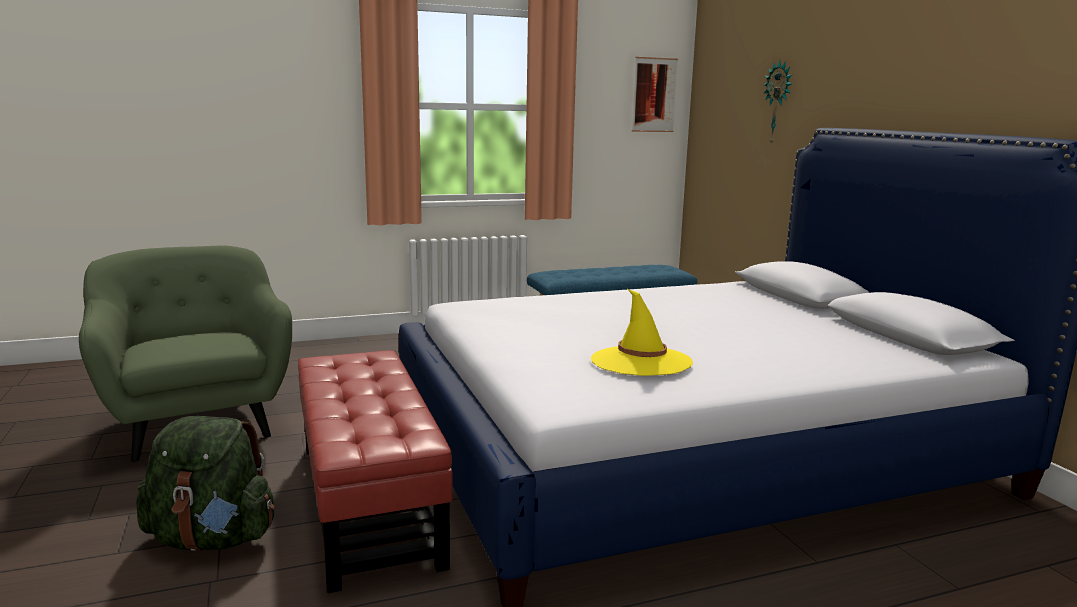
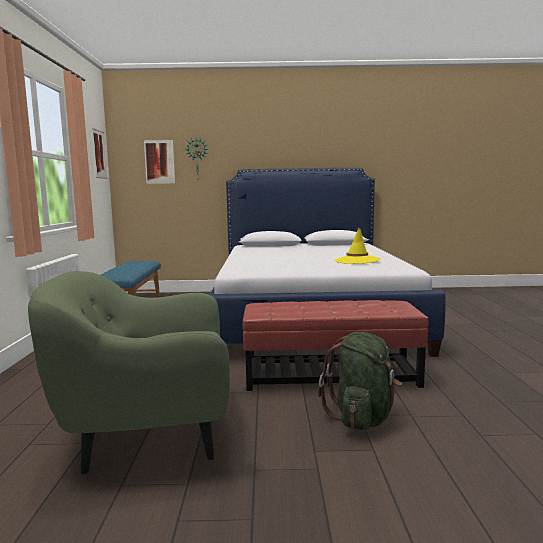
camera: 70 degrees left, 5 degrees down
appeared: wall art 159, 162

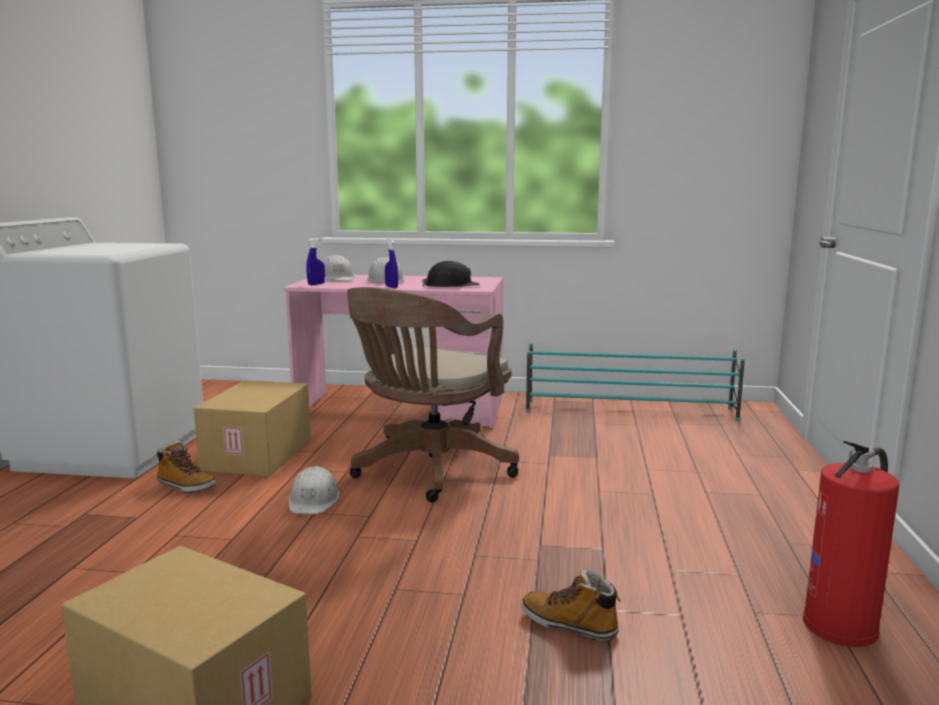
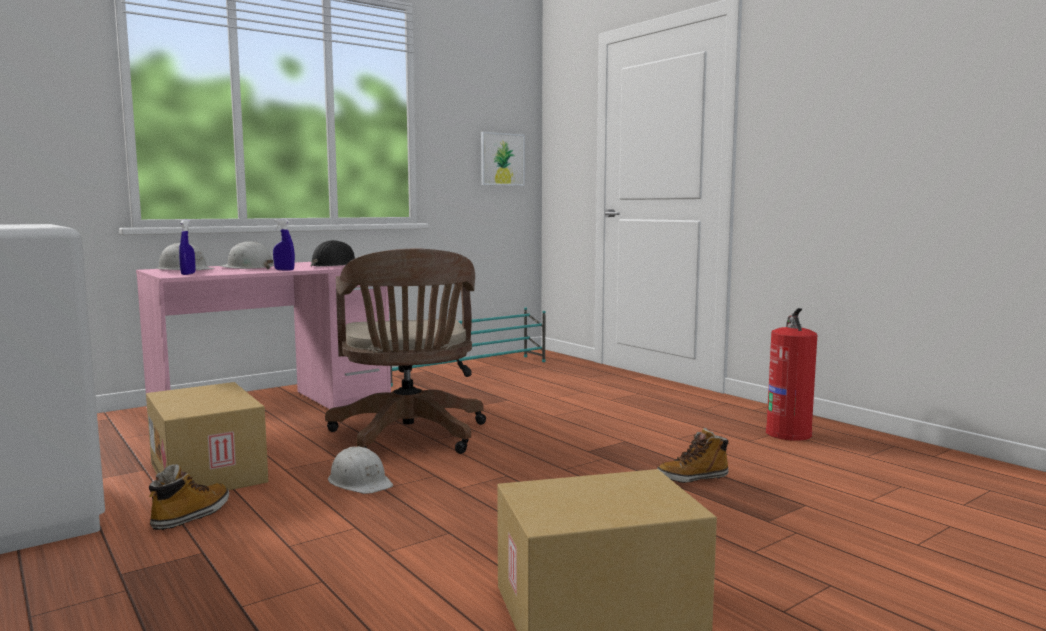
camera: 45 degrees left, 5 degrees down
appeared: wall art 503, 159
spun: tall boot 186, 467 = 189, 497 45 degrees counterclockwise

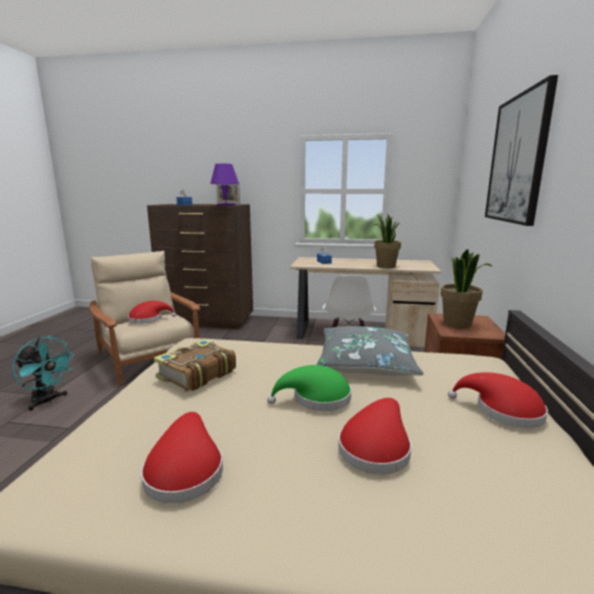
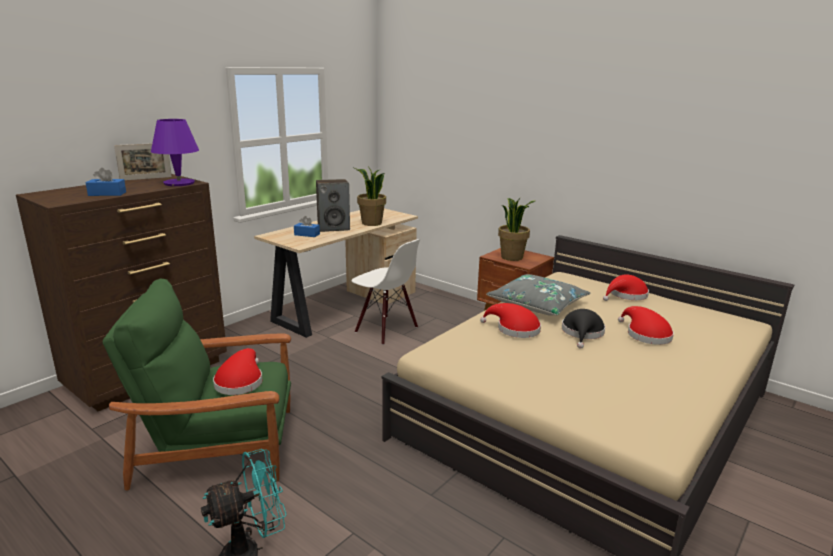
camera: 60 degrees left, 5 degrees up
missing: book 195, 365; wall art 521, 150
appeared: speaker 333, 205
relocated: clothing hat (reddish) 182, 457 to 510, 320
colour: lounge chair (sand-coloured) 144, 318 to lounge chair (green-coloured) 197, 384; clothing hat (green-coloured) 309, 388 to clothing hat (black) 583, 329

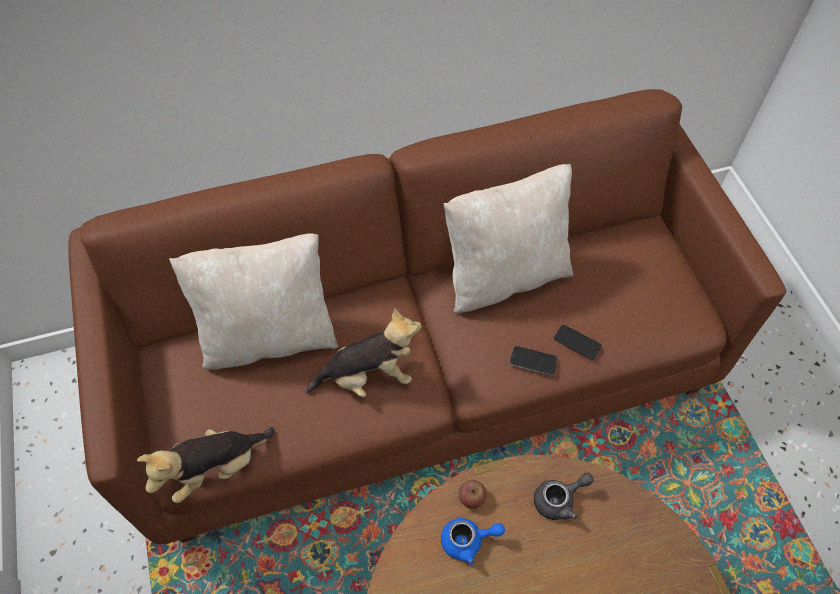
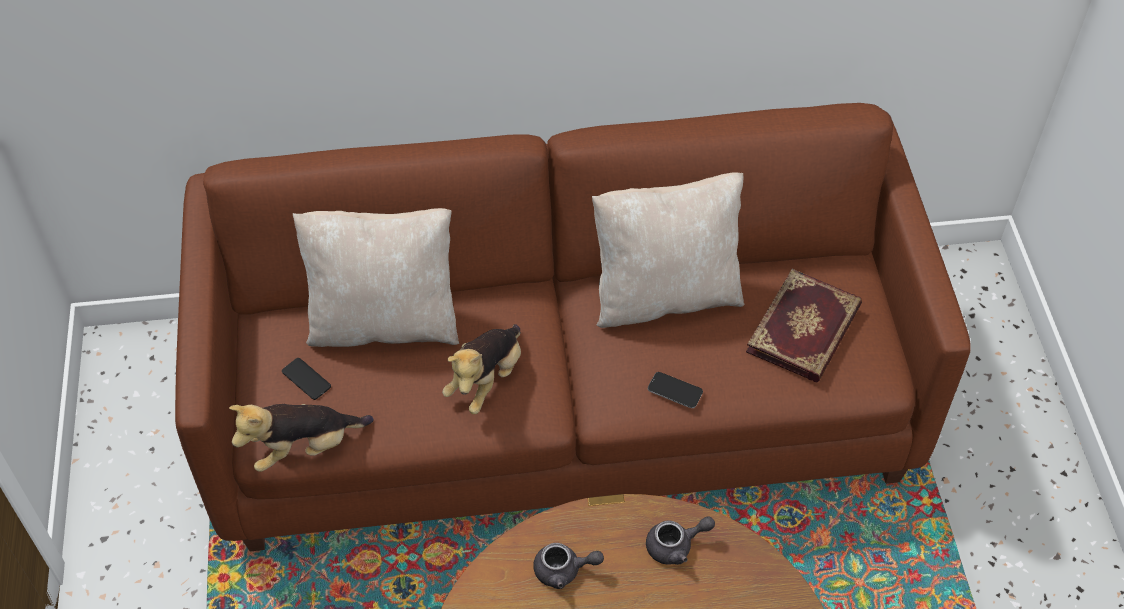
camera: 10 degrees right, 5 degrees down
missing: apple 473, 494
appeared: book 804, 325
relocated: telephone 577, 342 to 306, 379
colour: tea pot (bluish) 473, 541 to tea pot (gray) 568, 566
spun: plush toy 364, 352 = 481, 369 120 degrees clockwise

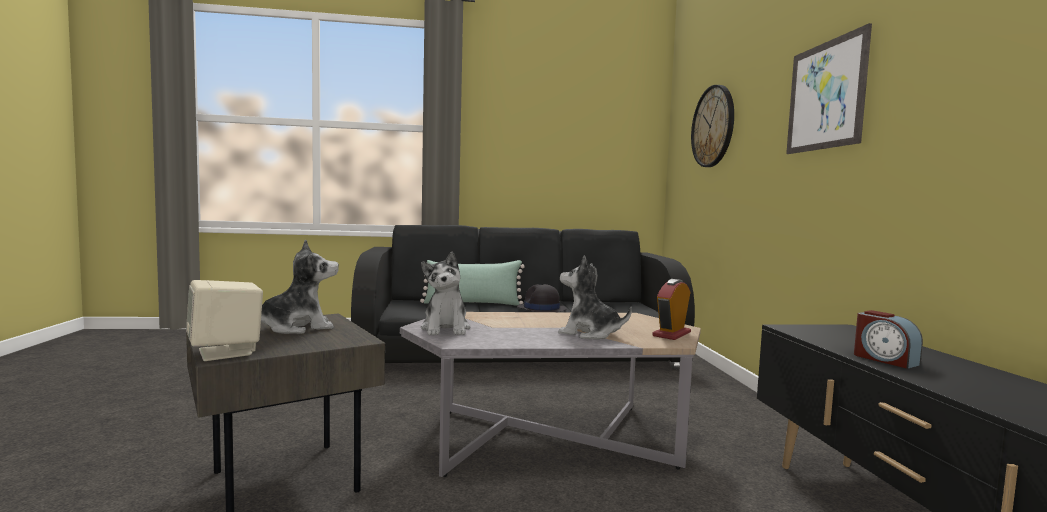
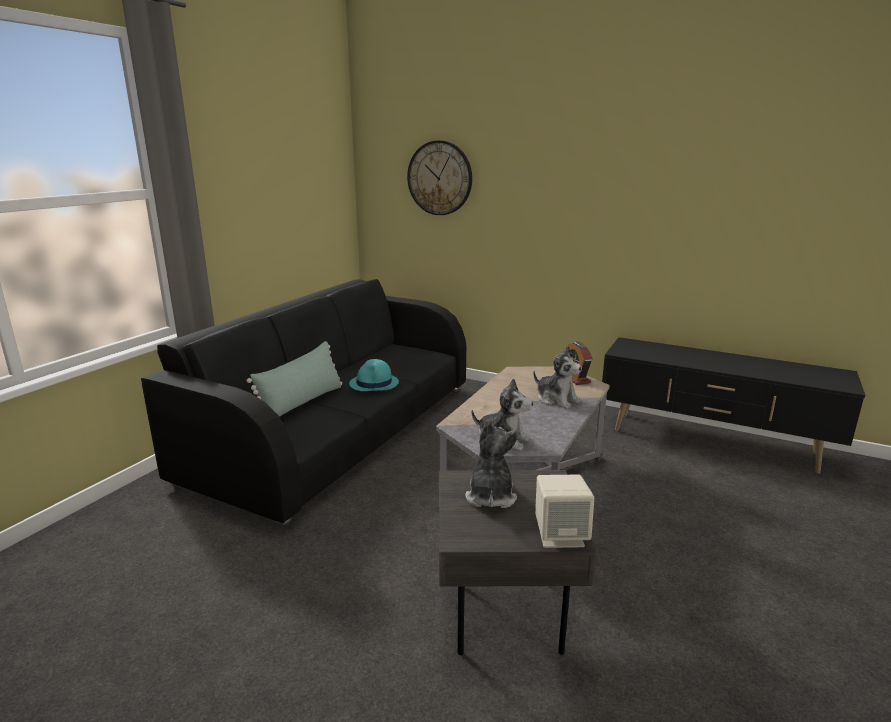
camera: 55 degrees left, 15 degrees up
missing: wall art 829, 88; bedside clock 888, 339
colour: clothing hat (black) 542, 298 to clothing hat (turquoise) 374, 375
spun: plush toy 595, 297 = 557, 377 105 degrees counterclockwise

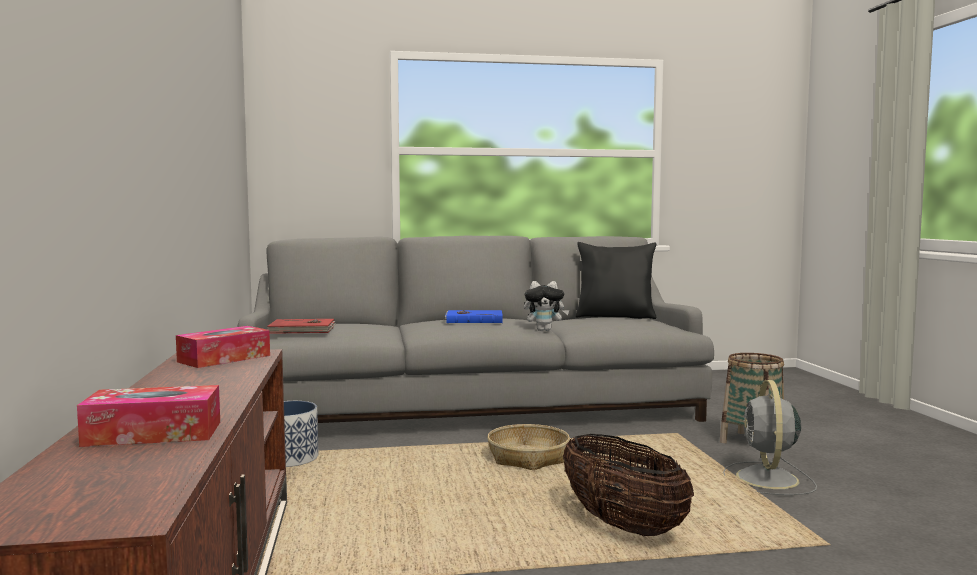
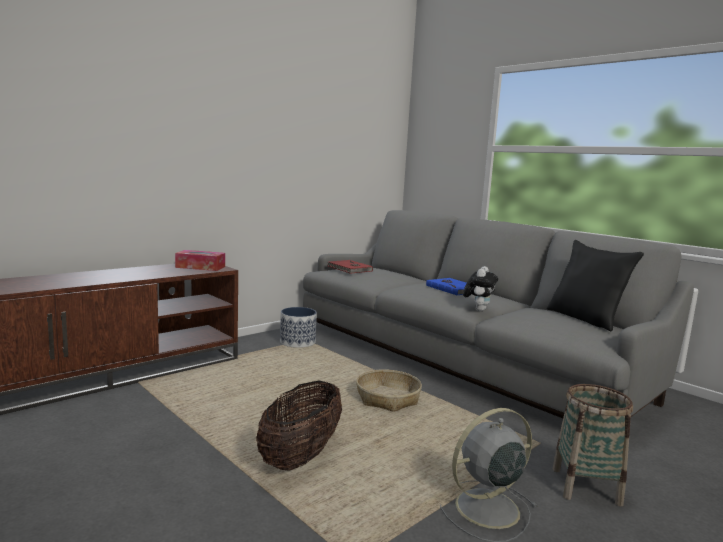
camera: 55 degrees right, 5 degrees up
missing: box of tissues 148, 416
spun: plush toy 547, 306 = 480, 288 120 degrees counterclockwise

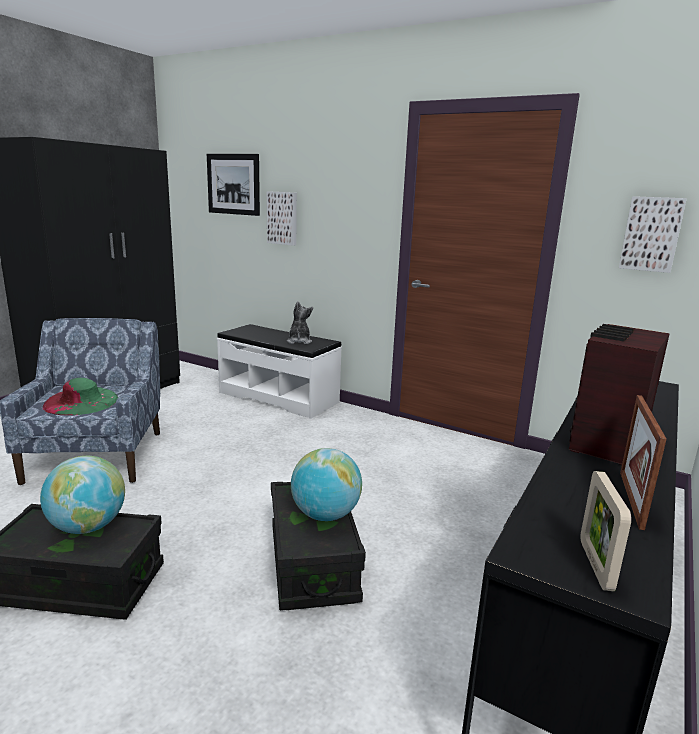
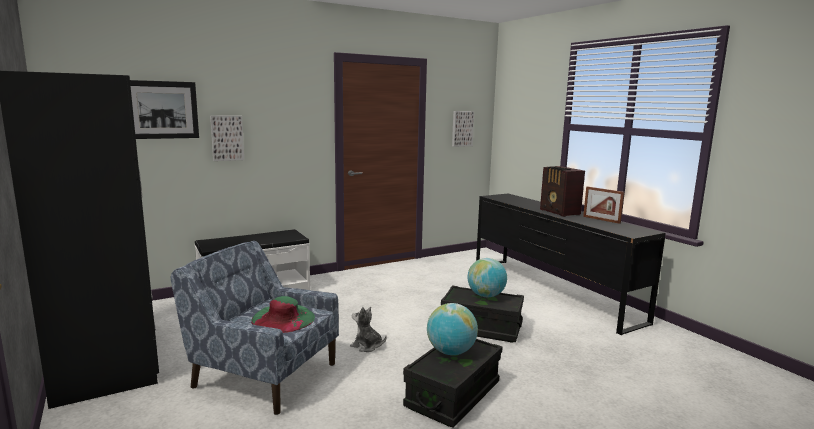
camera: 60 degrees left, 5 degrees down
missing: picture frame 606, 531
relocated: plush toy 300, 322 to 368, 329

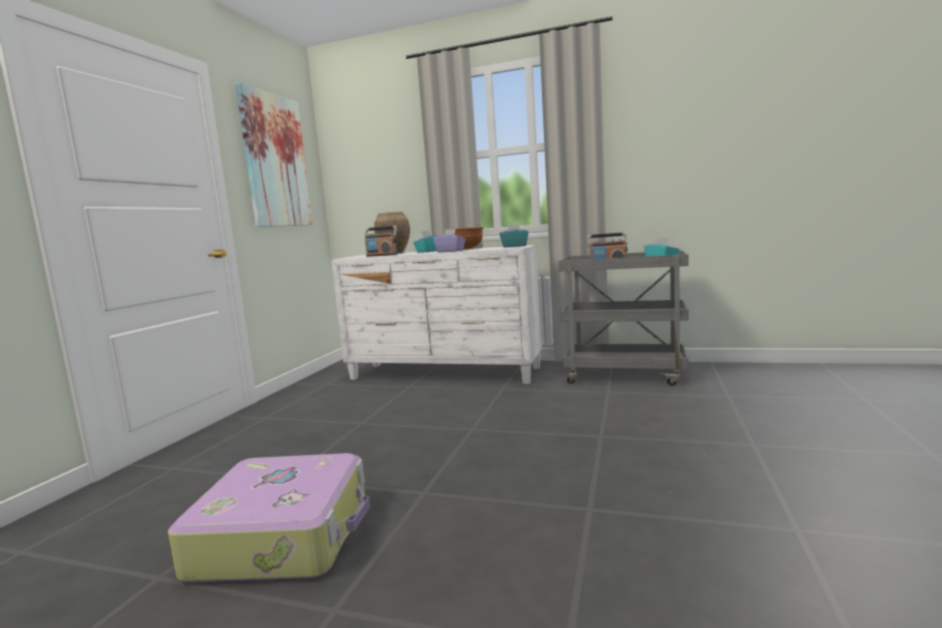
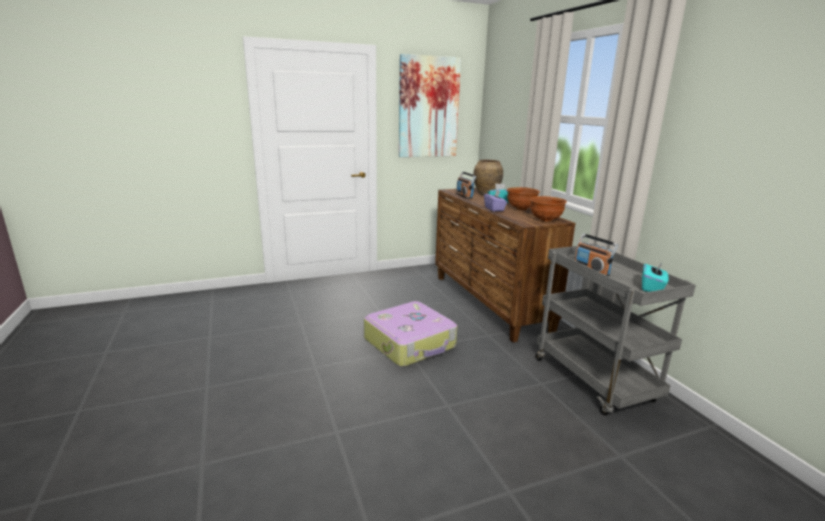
camera: 50 degrees right, 10 degrees up
relocated: piece of luggage 269, 517 to 410, 334
exchanged: box of tissues (turquoise) 513, 235 to bowl (brown-coloured) 548, 209
colour: drawer chest (whitish) 436, 314 to drawer chest (brown-coloured) 505, 265

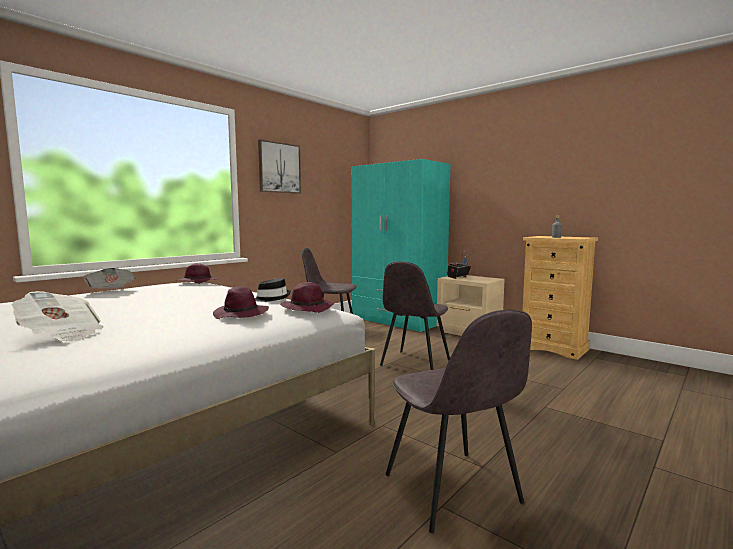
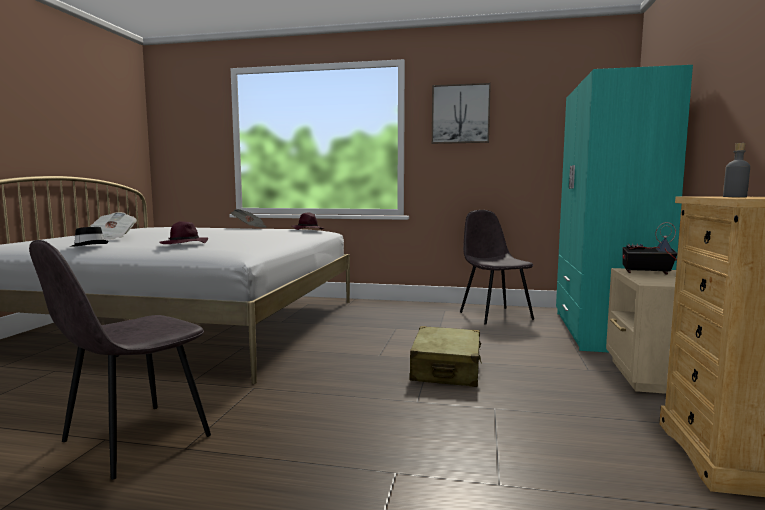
camera: 60 degrees right, 0 degrees up
missing: clothing hat (purplish) 307, 297
relocated: clothing hat (black) 273, 290 to 89, 237
exchanged: plain chair (gray) 415, 316 to piece of luggage (sand-coloured) 445, 356

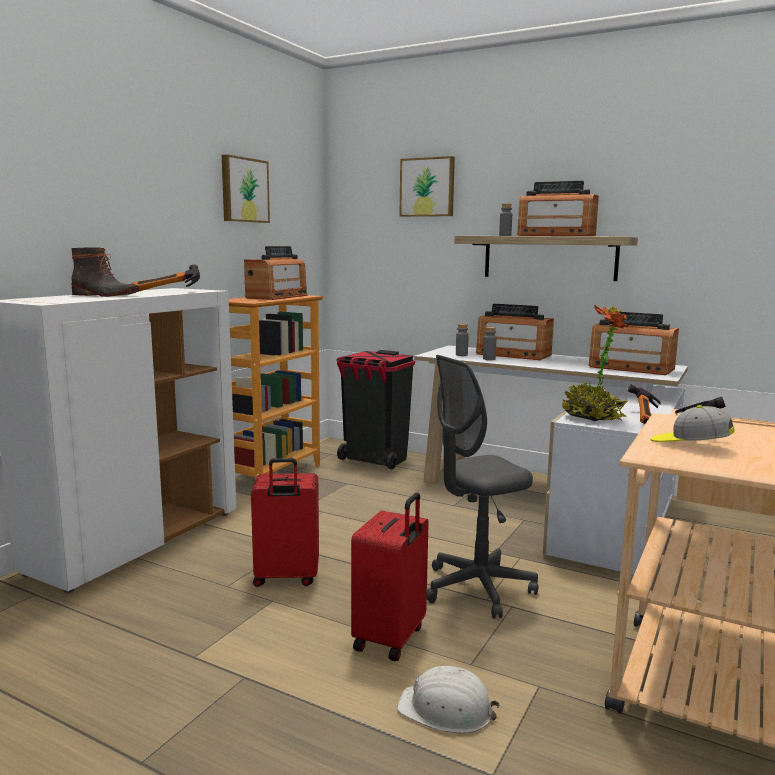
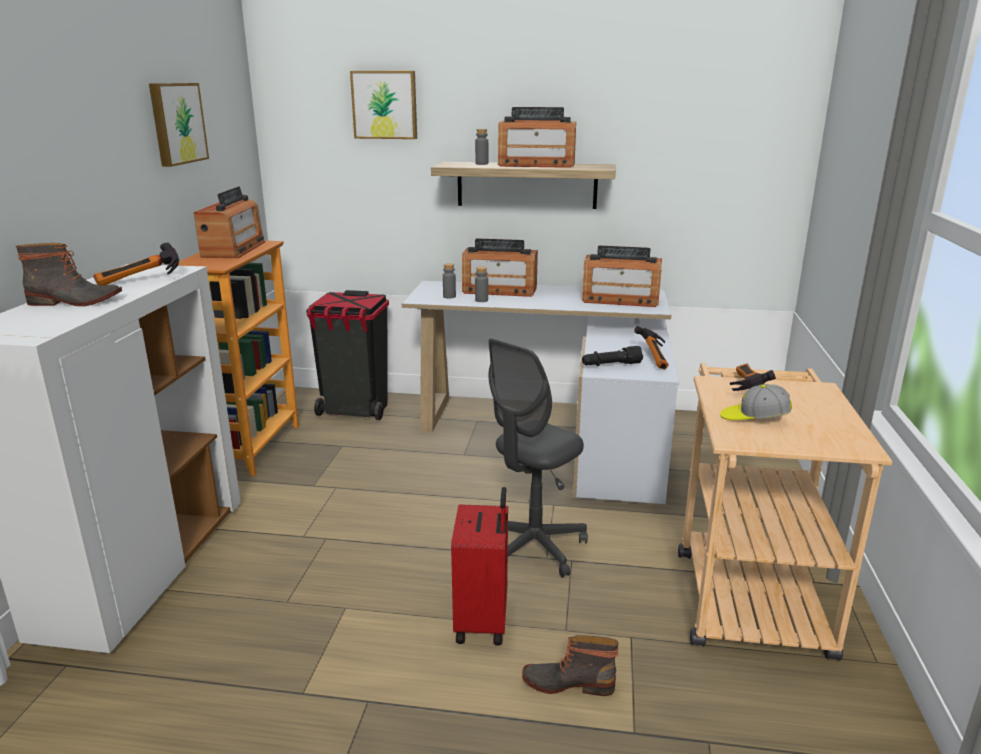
camera: 20 degrees left, 10 degrees up
missing: piece of luggage (reddish) 285, 522
exchanged: work helmet (whitish) 448, 699 to tall boot 570, 665; houseplant 595, 363 to hand torch (black) 612, 356

